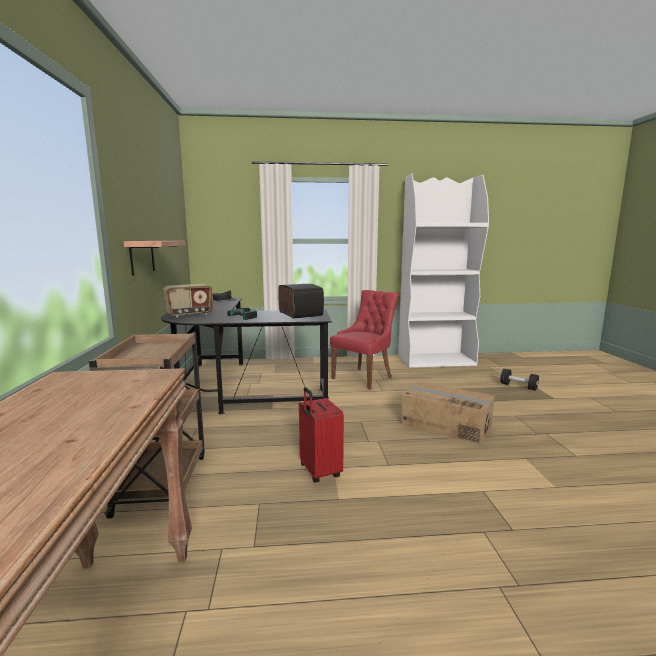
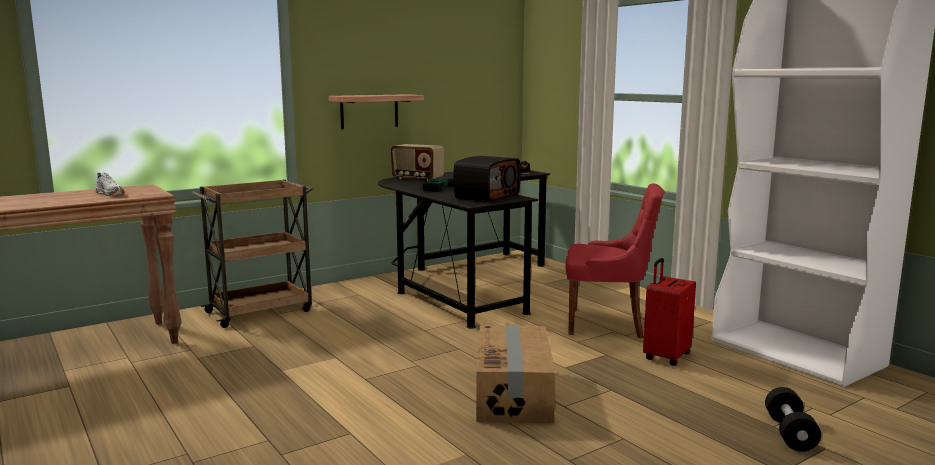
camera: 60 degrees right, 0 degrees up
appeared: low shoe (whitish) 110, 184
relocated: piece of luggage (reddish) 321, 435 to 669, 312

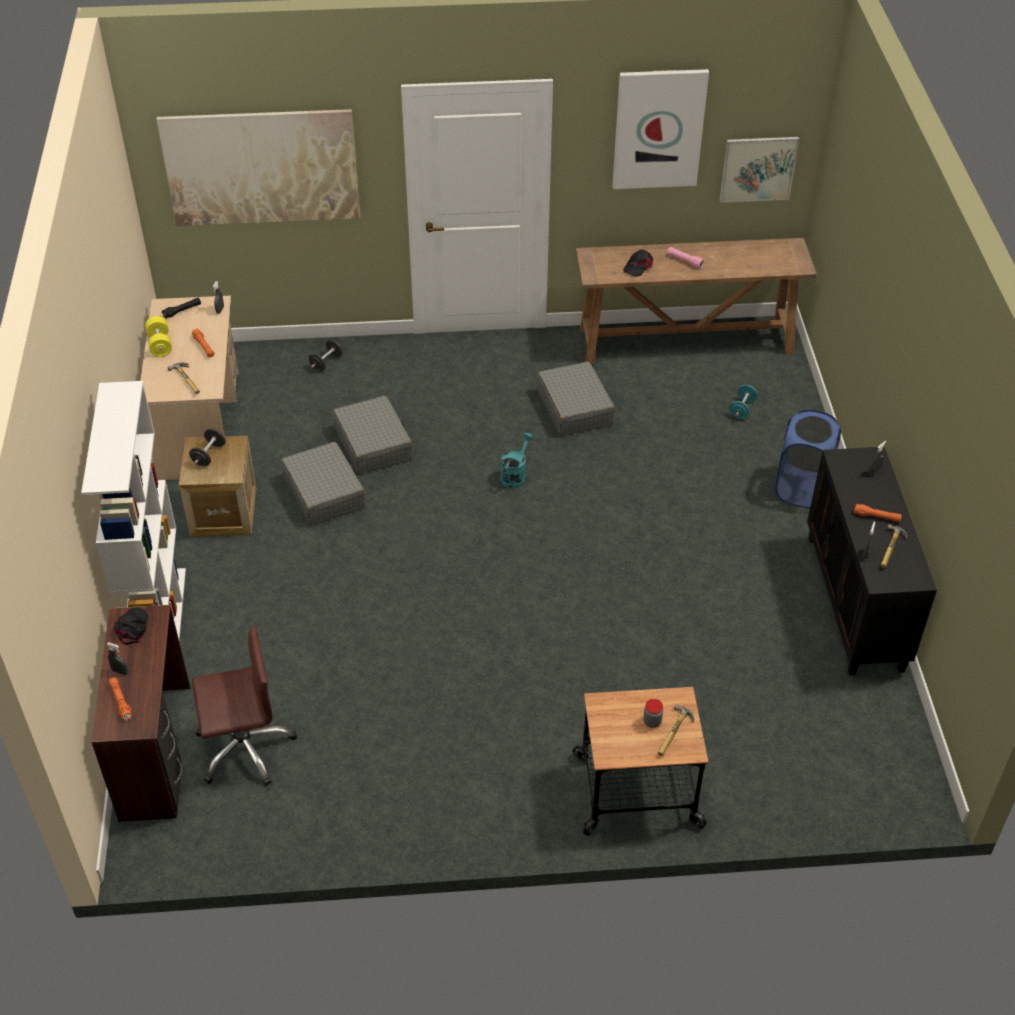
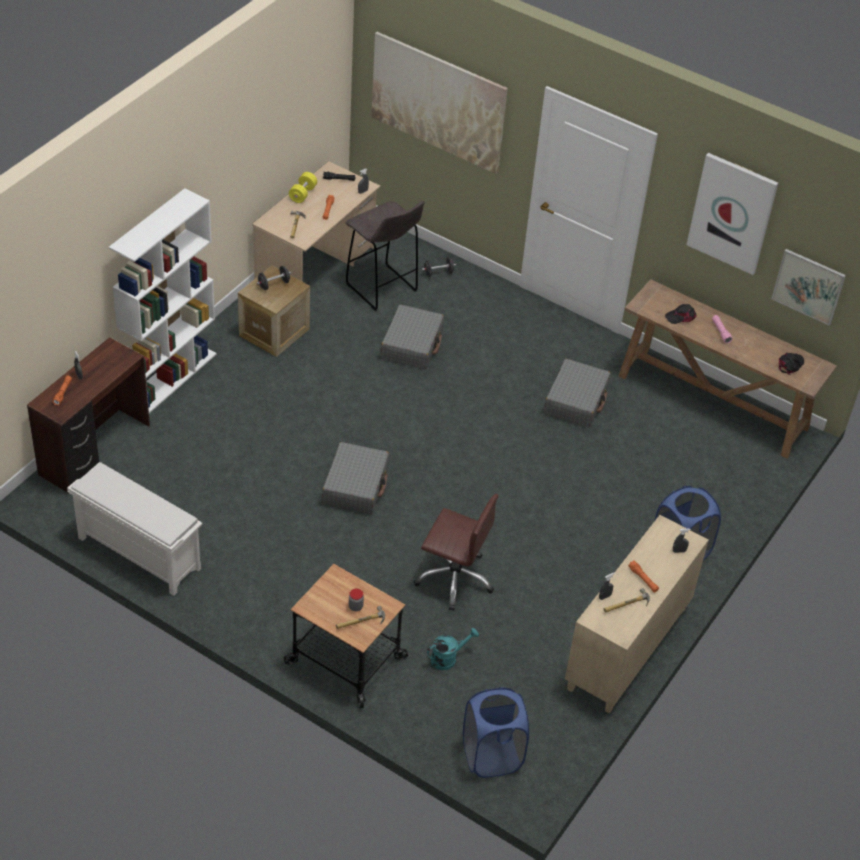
camera: 35 degrees right, 0 degrees up
missing: dumbbell (turquoise) 743, 402
appeared: shoe rack (whitish) 134, 529; sitting stool (gray) 385, 256; washing basket (bluish) 496, 732
relocated: piece of luggage (gray) 323, 483 to 355, 478; desk chair (brown-coloured) 244, 705 to 456, 552; sprinkling can (turquoise) 517, 460 to 453, 649; cap (black) 131, 626 to 791, 364
colour: cabinet (black) 872, 561 to cabinet (sand-coloured) 637, 614

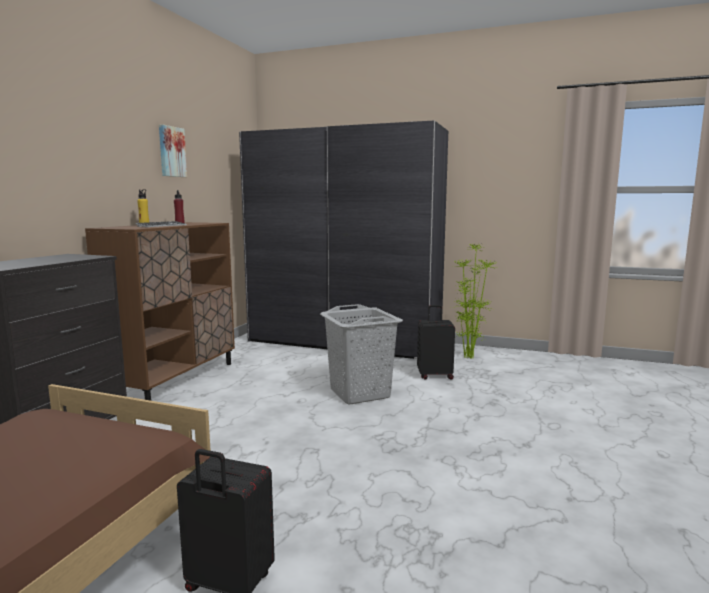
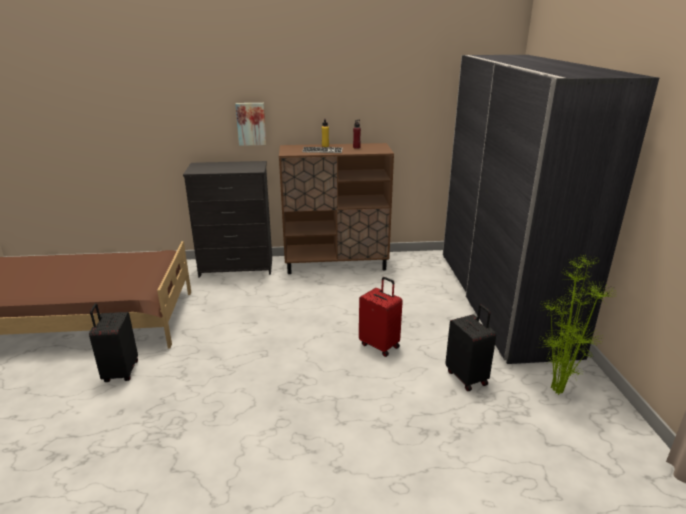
camera: 65 degrees right, 15 degrees up
relocated: wall art 173, 150 to 250, 124
exchanged: washing basket (gray) 361, 354 to piece of luggage (reddish) 381, 317

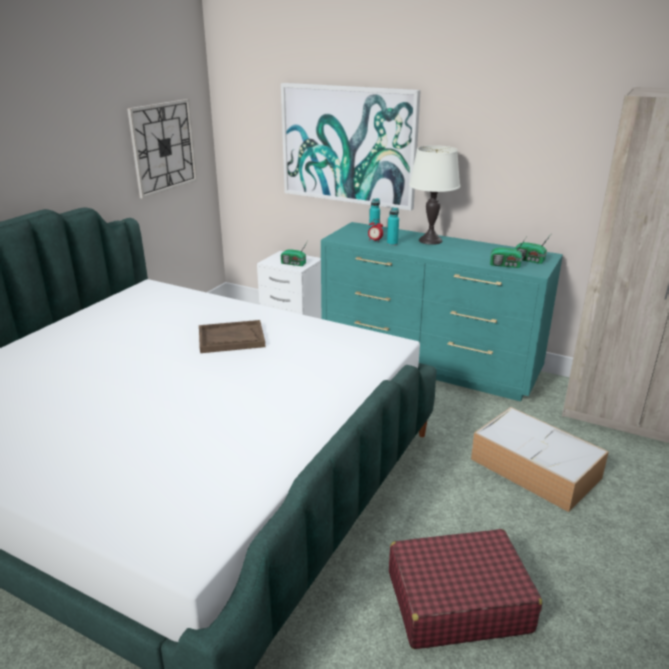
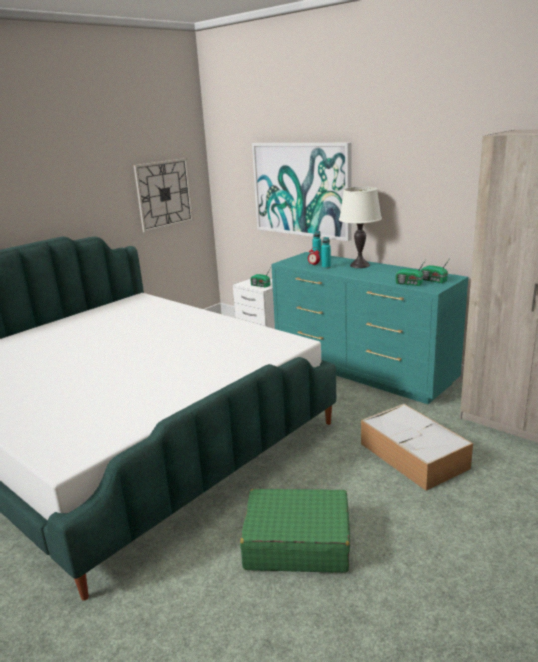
camera: 15 degrees right, 5 degrees down
missing: serving tray (brown-coloured) 232, 336
colour: piece of luggage (reddish) 465, 589 to piece of luggage (green-coloured) 295, 531

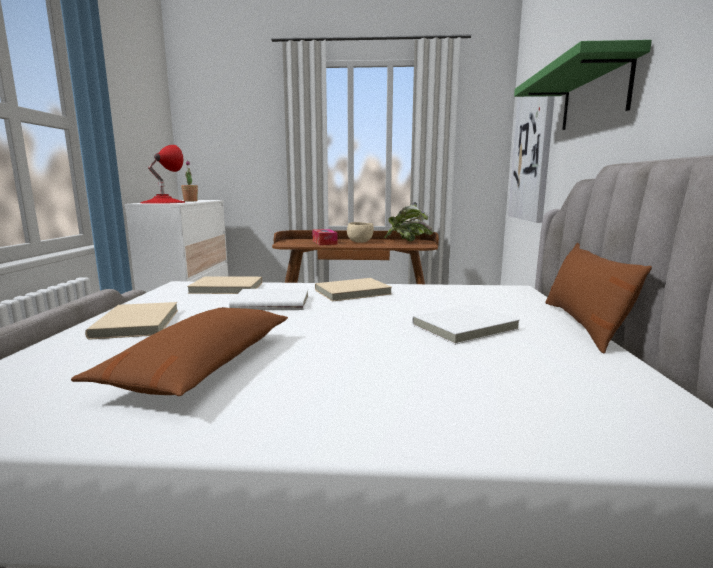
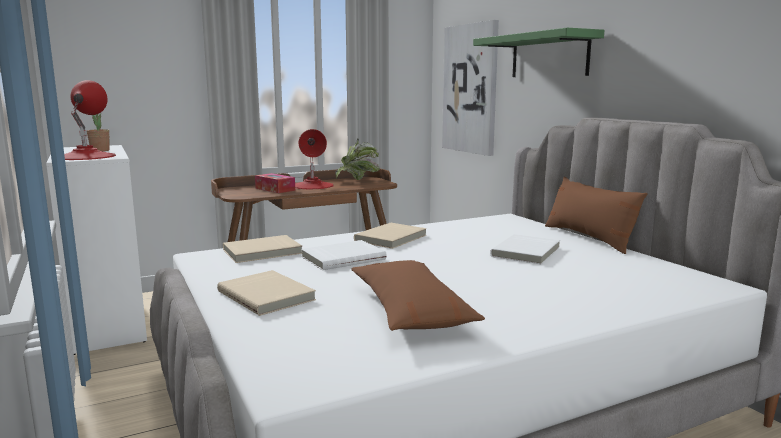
camera: 30 degrees left, 0 degrees up
exchanged: bowl (sand-coloured) 360, 232 to tabletop lamp (reddish) 314, 159

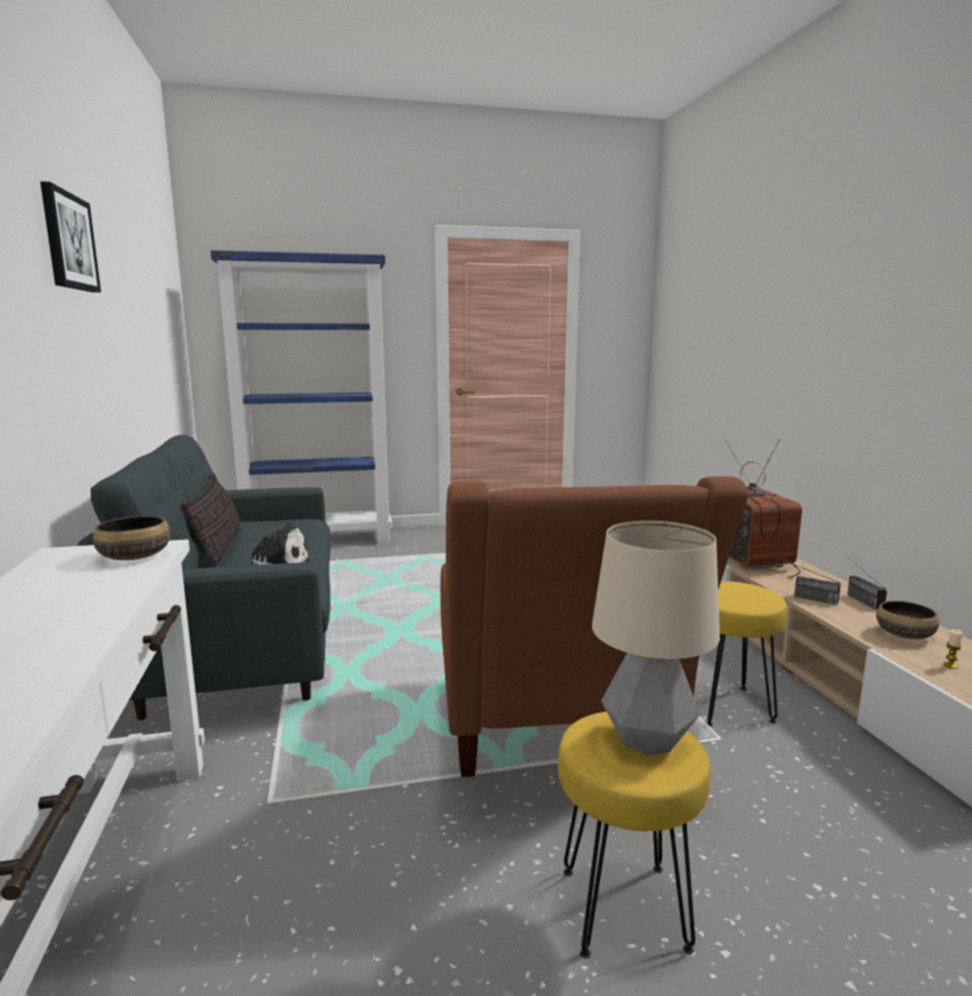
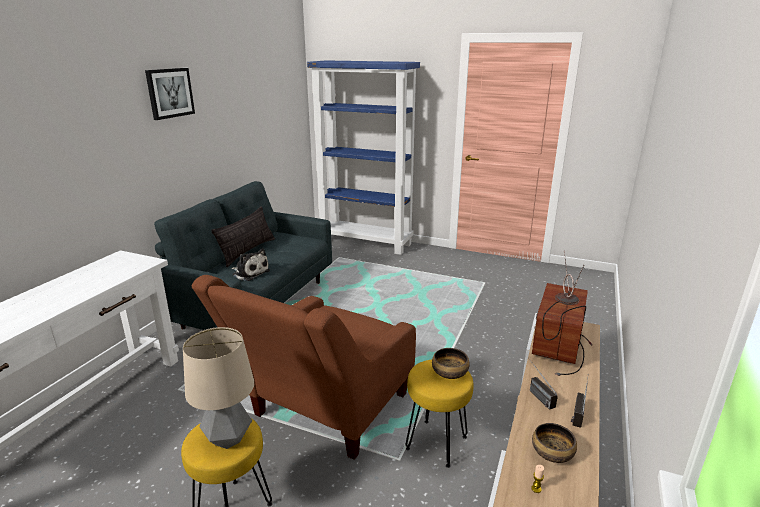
camera: 35 degrees right, 10 degrees up
relocated: bowl 131, 538 to 451, 363

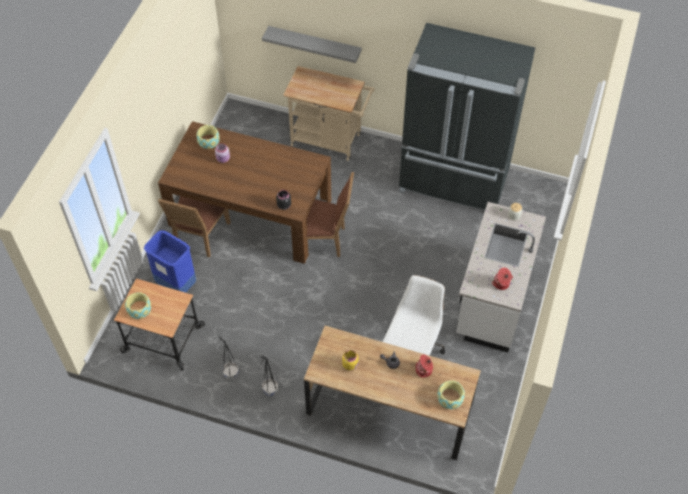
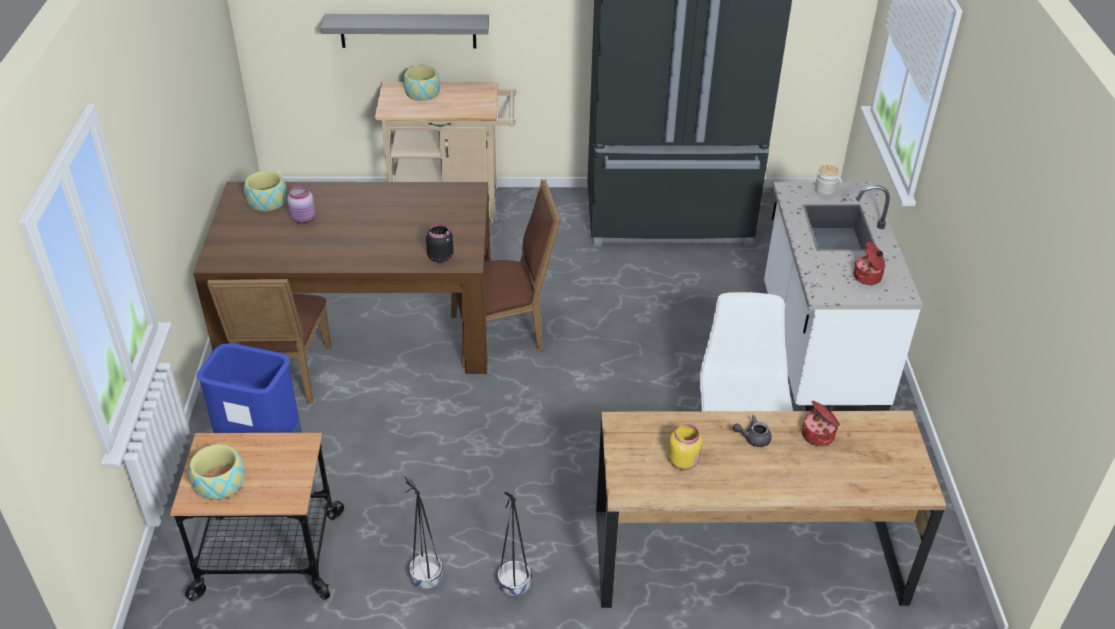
camera: 20 degrees left, 15 degrees down
relocated: bowl 451, 394 to 421, 83

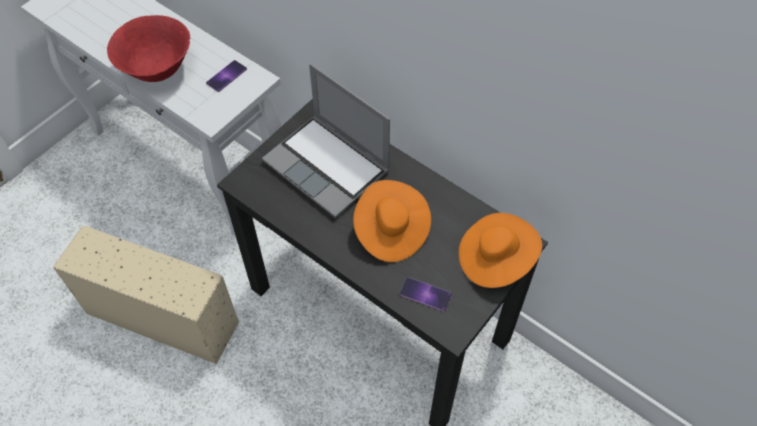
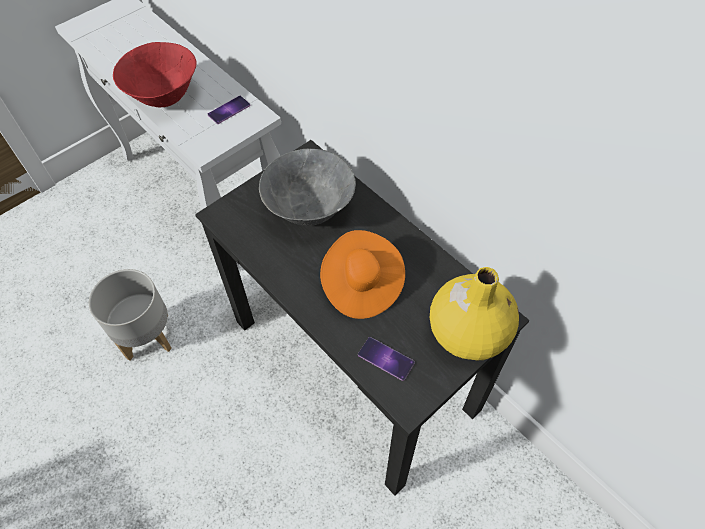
camera: 10 degrees right, 0 degrees up
exchanged: storage bin (sand-coloured) 146, 295 to flower pot (gray) 130, 315; portable computer 326, 140 to bowl (gray) 307, 187; clothing hat (orange-coloured) 500, 250 to vase (yellowish) 474, 313

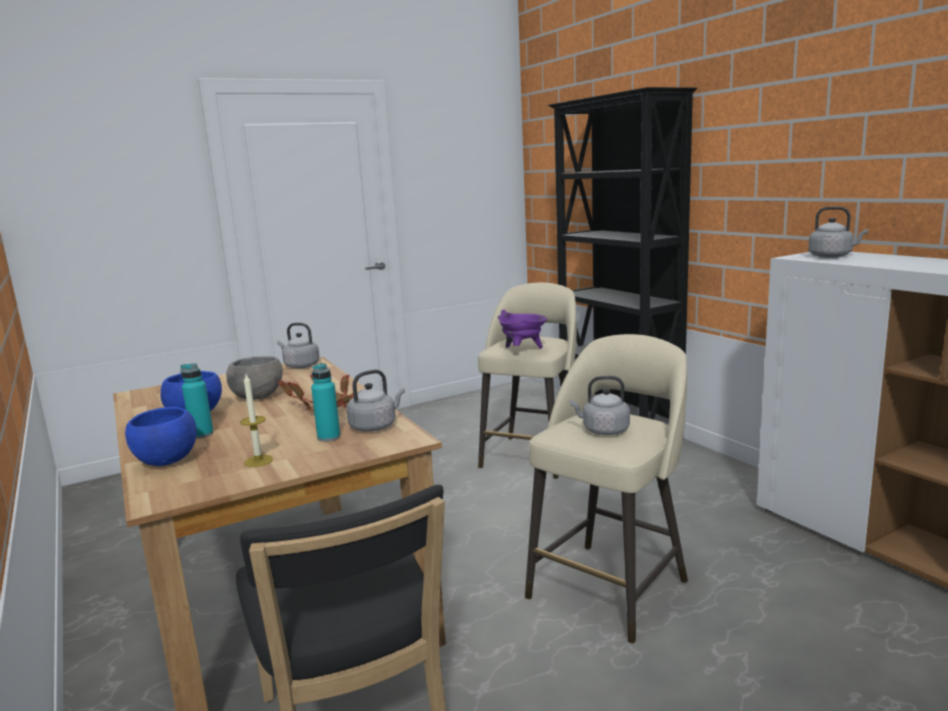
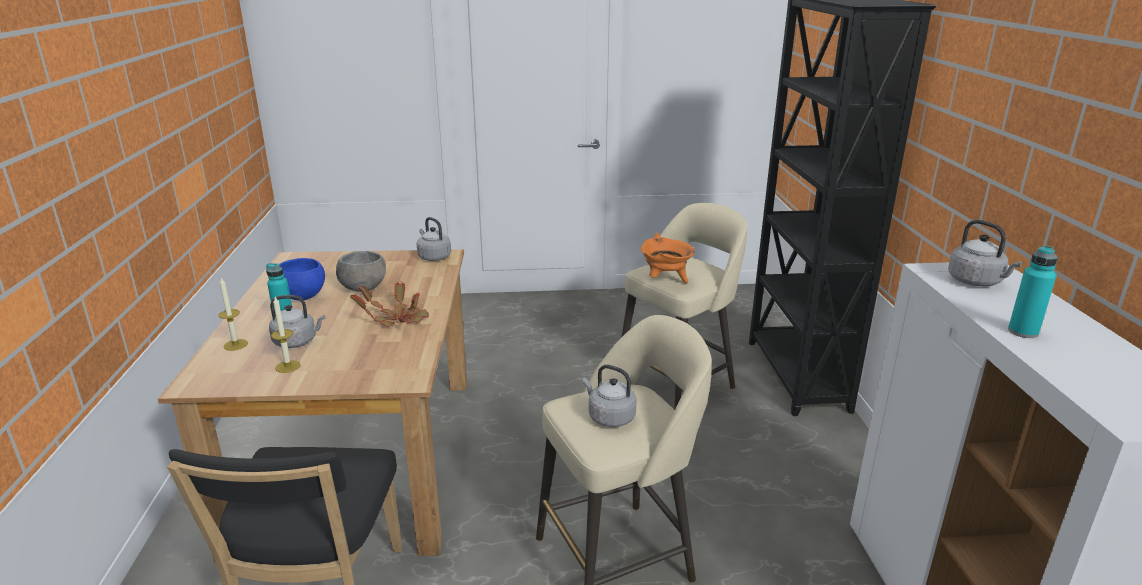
camera: 25 degrees right, 10 degrees up
relocated: kettle (gray) 375, 400 to 297, 321; beverage bottle (turquoise) 325, 402 to 1033, 292
exchanged: bowl (bluish) 161, 436 to candle 233, 314
colour: stockpot (purplish) 522, 329 to stockpot (orange-coloured) 668, 258

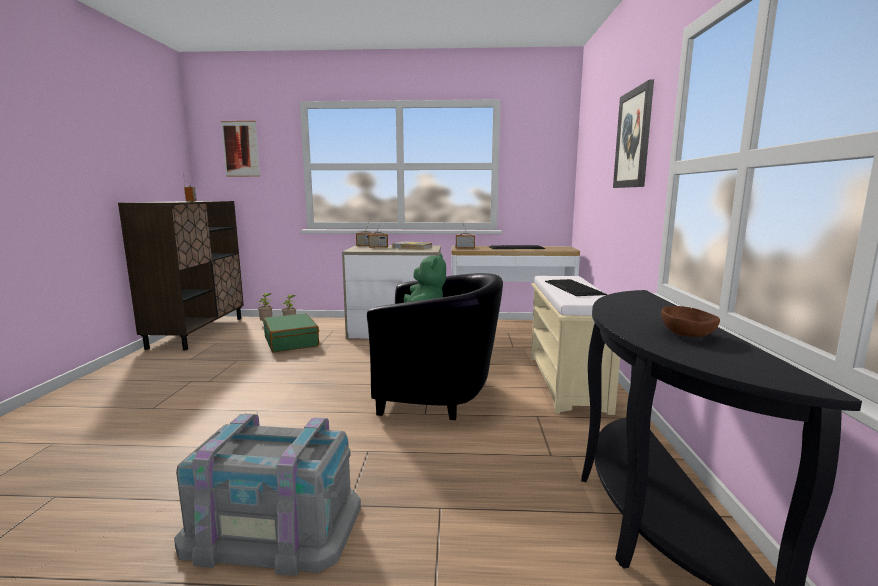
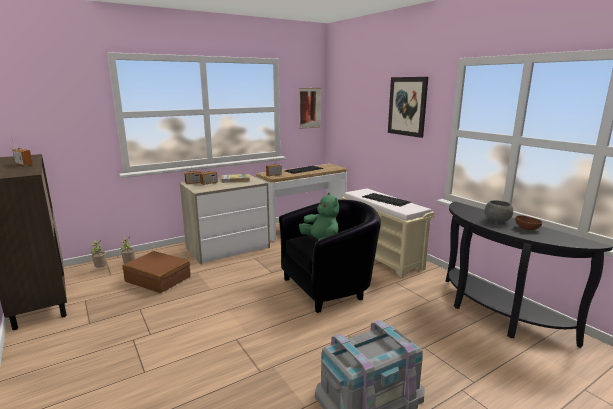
camera: 35 degrees left, 5 degrees up
appeared: bowl (gray) 498, 211
relocated: wall art 240, 149 to 310, 108
colour: piece of luggage (green-coloured) 291, 332 to piece of luggage (brown-coloured) 156, 272

